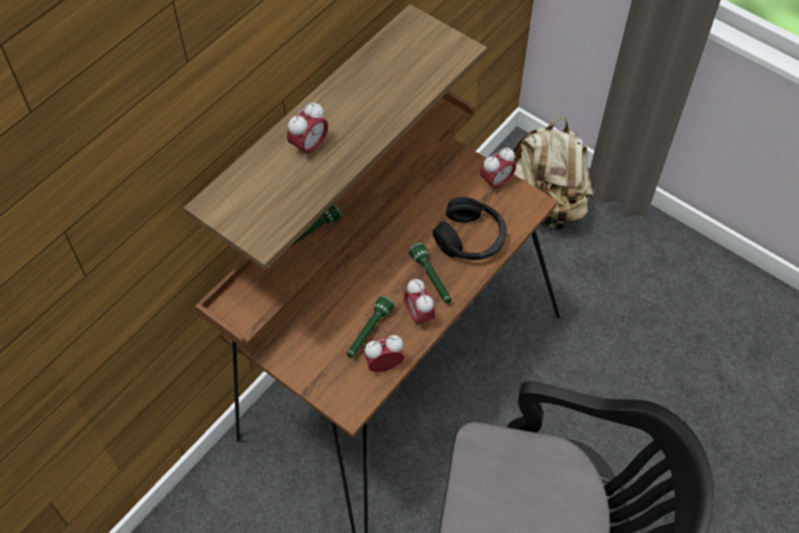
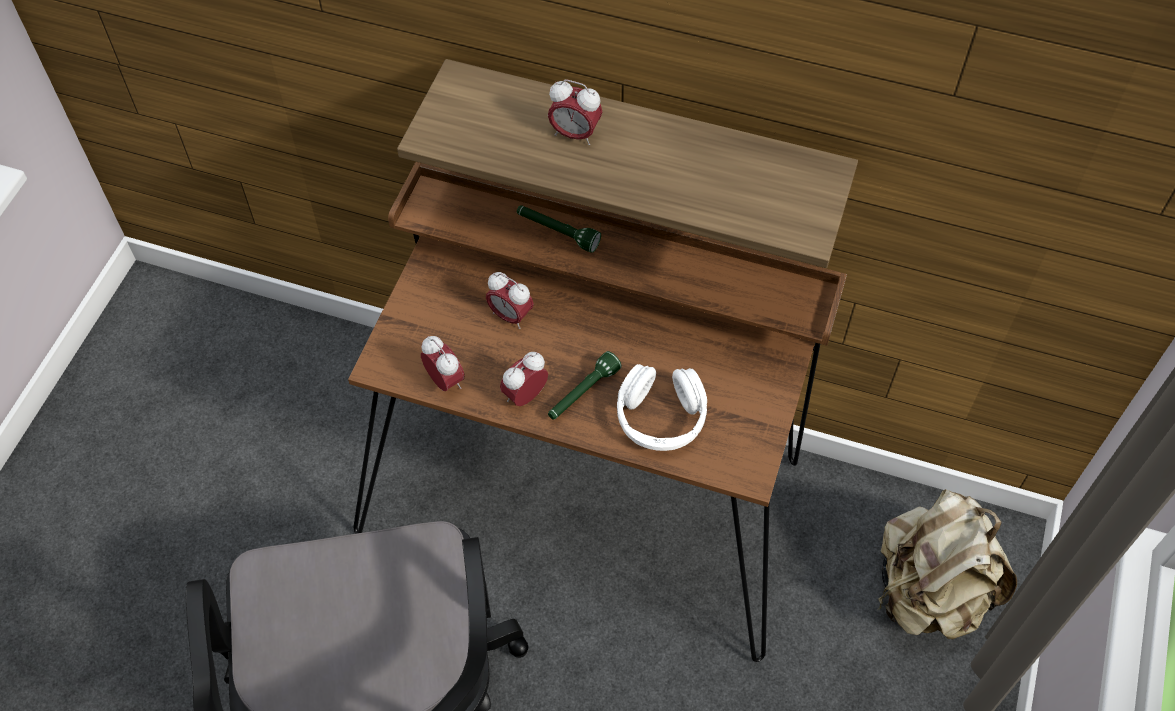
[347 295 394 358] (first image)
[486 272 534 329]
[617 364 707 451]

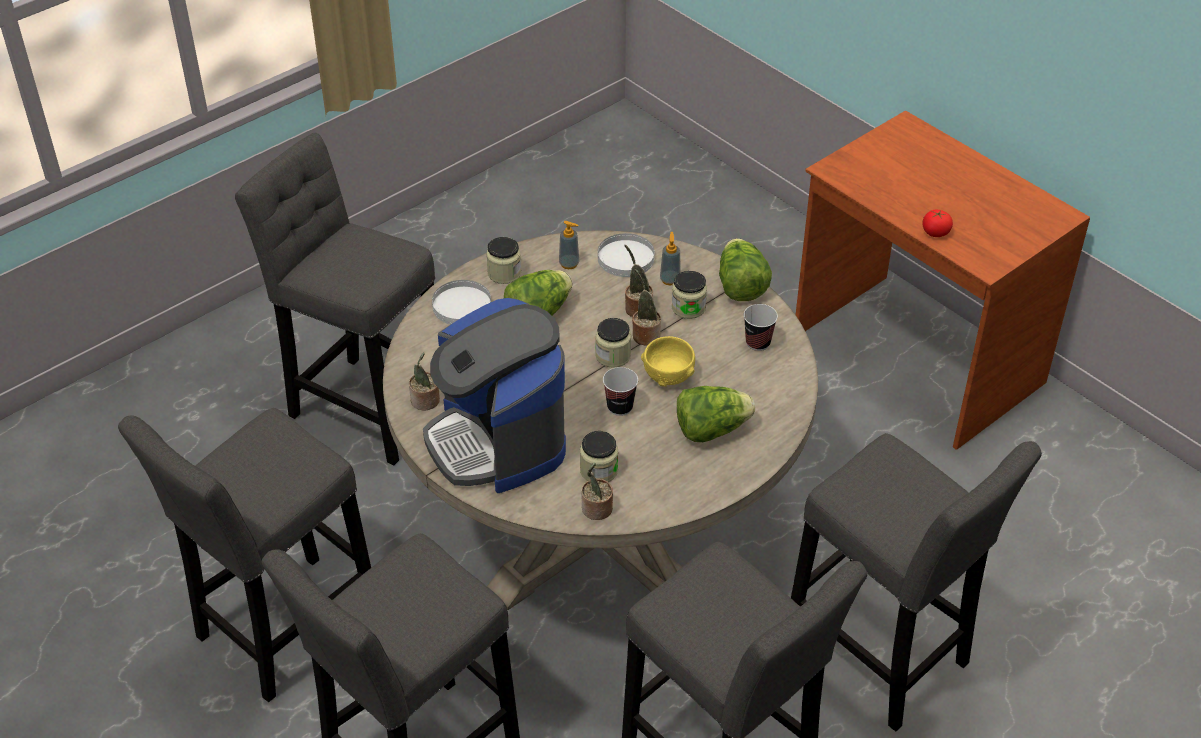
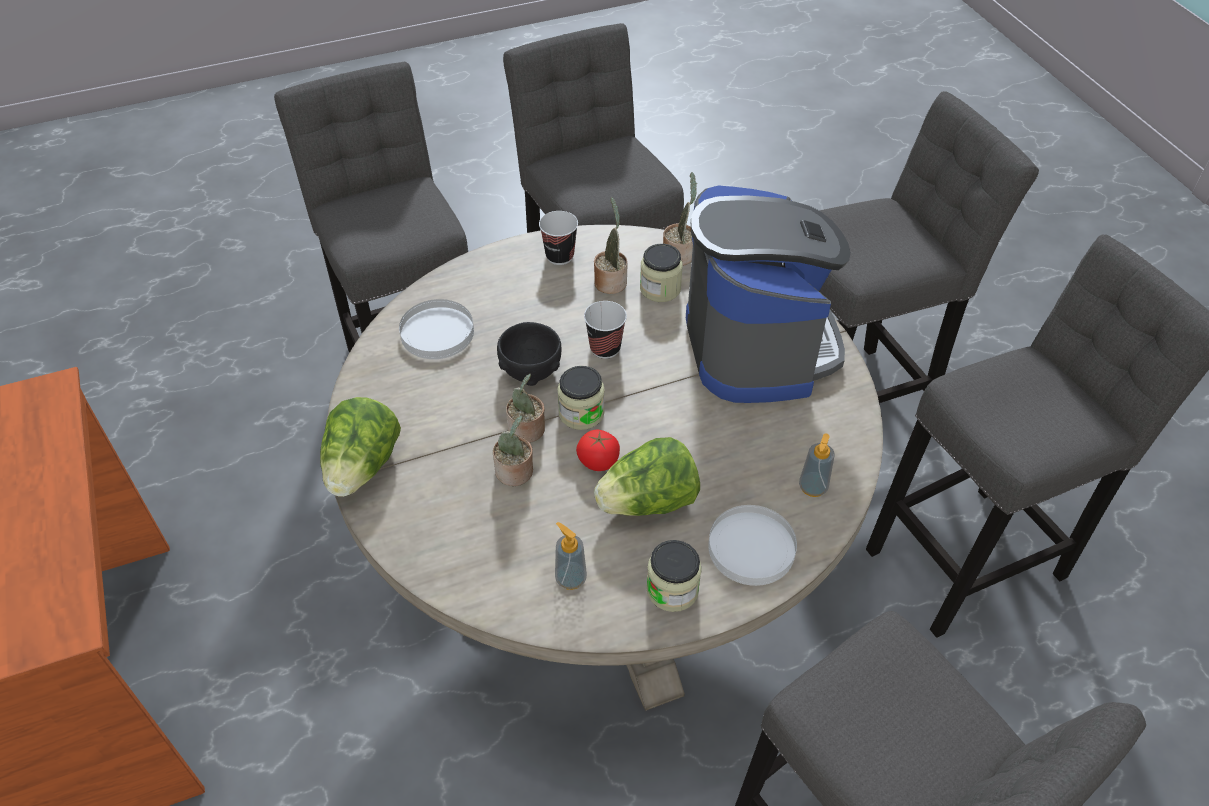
[672 271 707 319] (first image)
[677 386 755 442] (first image)
[594 197 628 294]
[399 299 474 359]
[799 434 835 497]
[539 211 578 265]
[576 430 620 471]
[497 322 561 386]

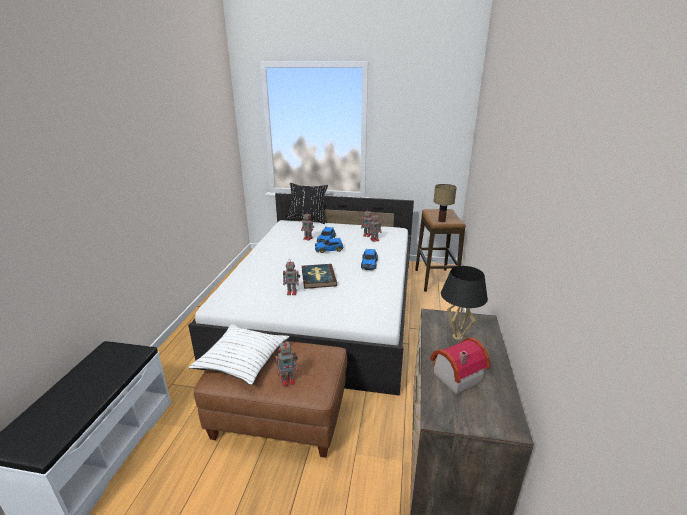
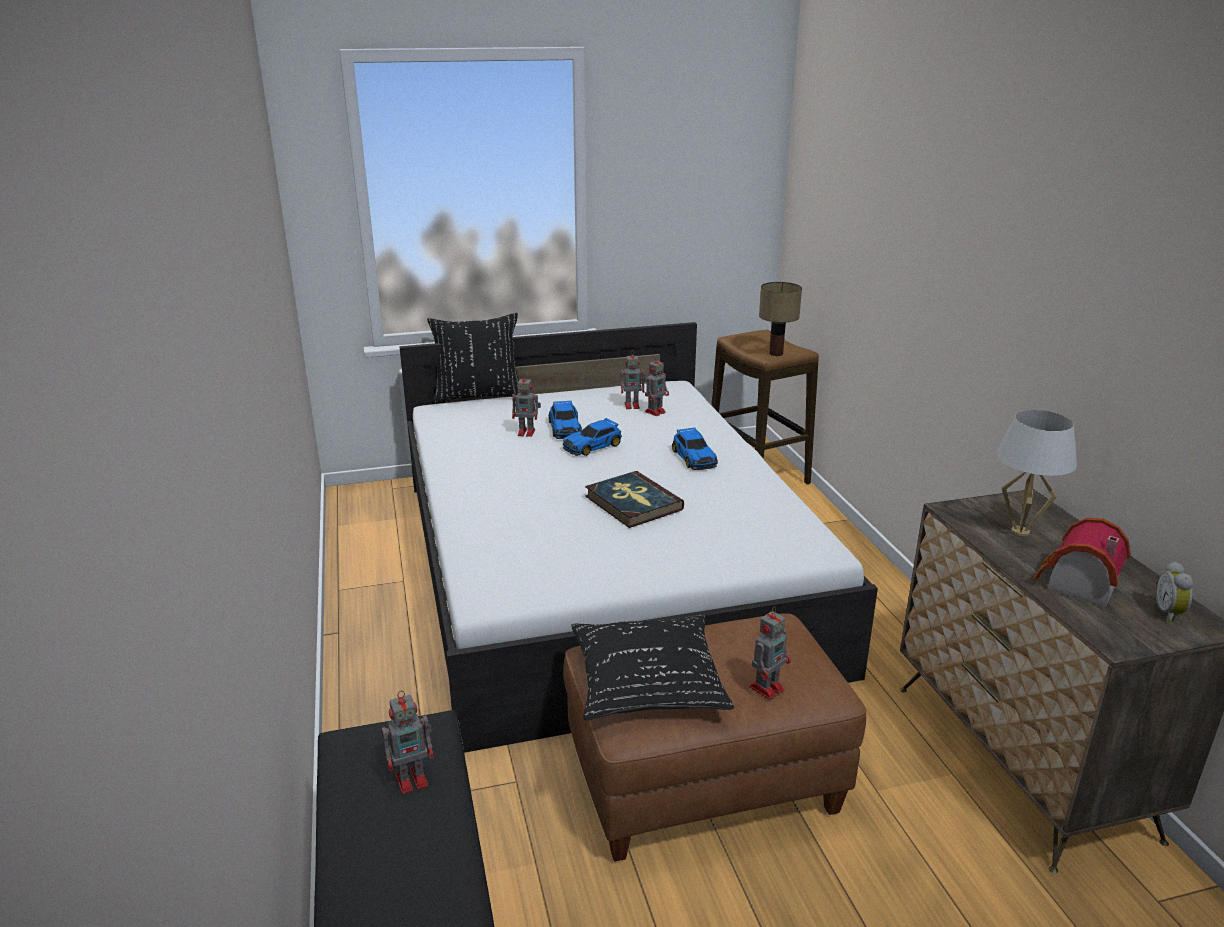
[1155 561 1193 623]
[382 690 434 794]
[571 614 734 720]
[996 410 1077 536]

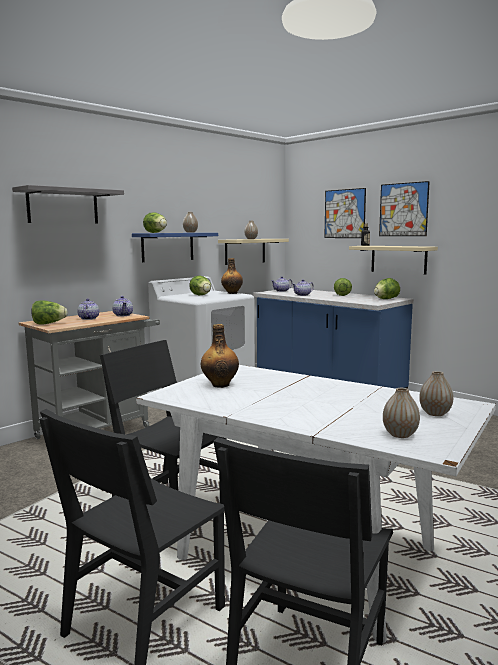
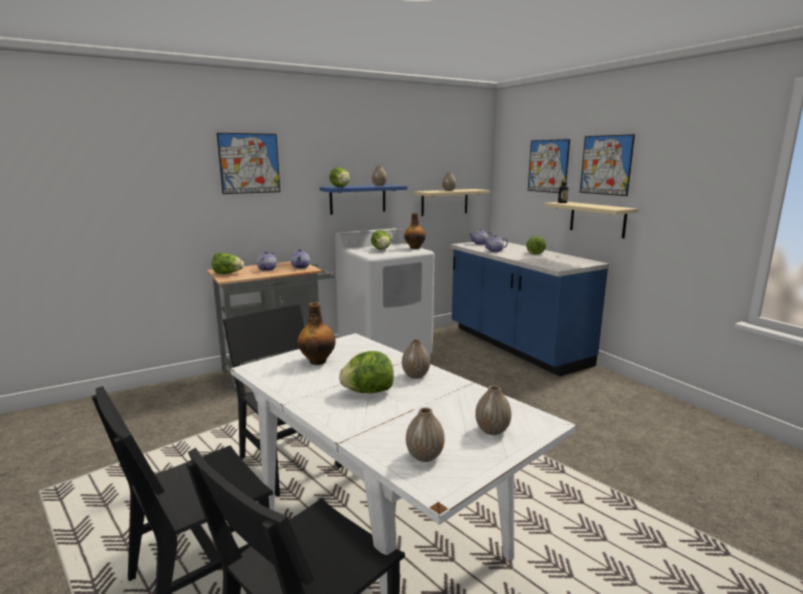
[402 339 430 379]
[339 351 394 393]
[217 133 280 194]

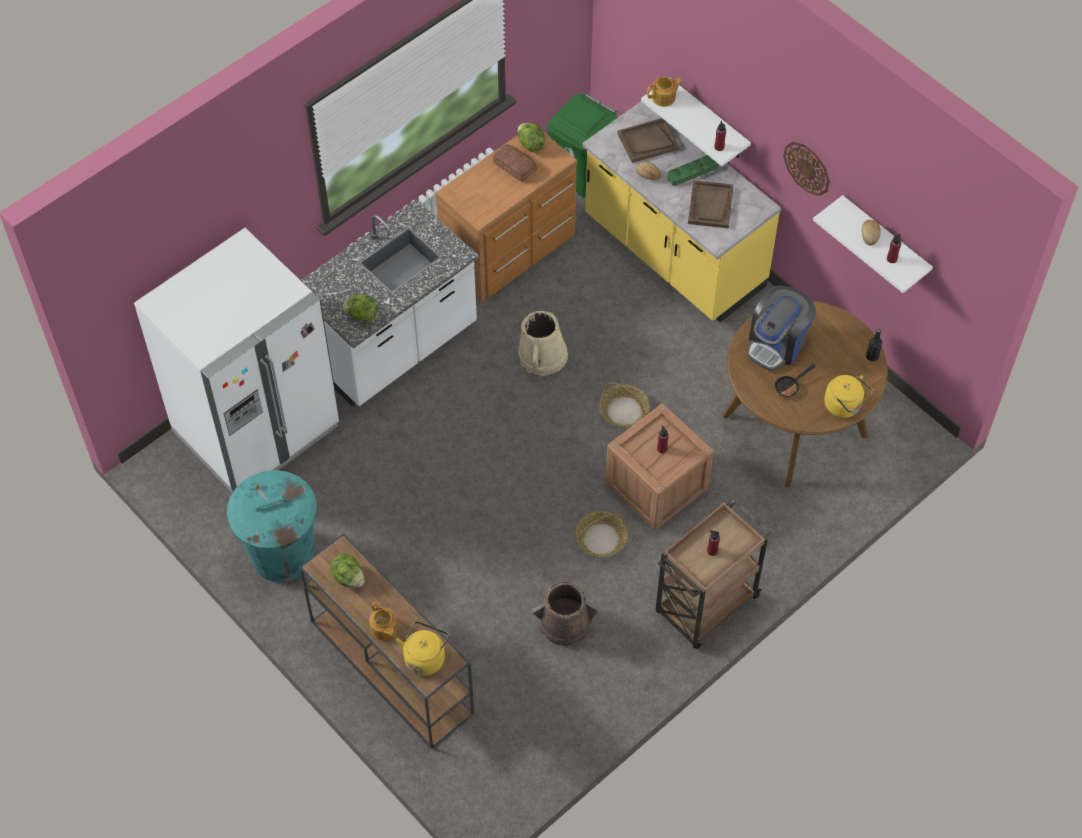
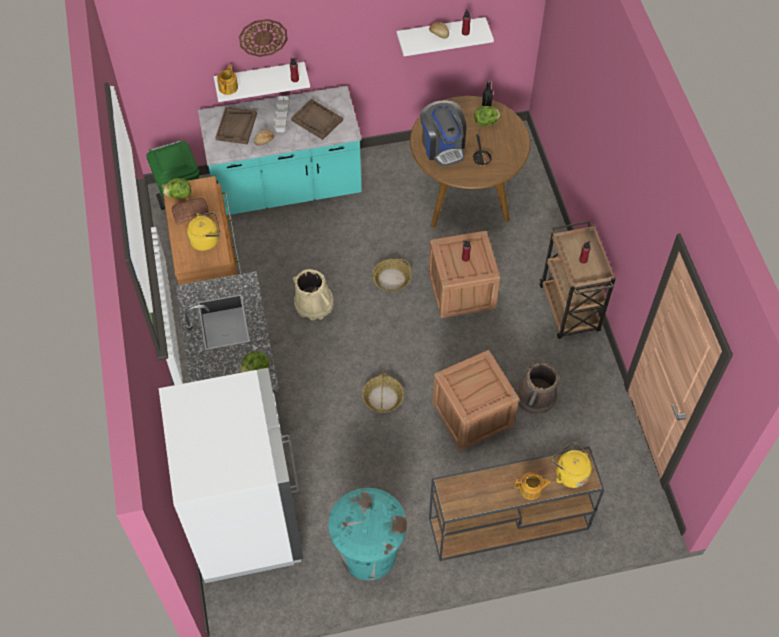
[432 350 519 451]
[474 106 501 126]
[362 371 404 413]
[239 19 288 57]
[187 212 220 251]
[198 86 362 215]
[274 96 289 132]

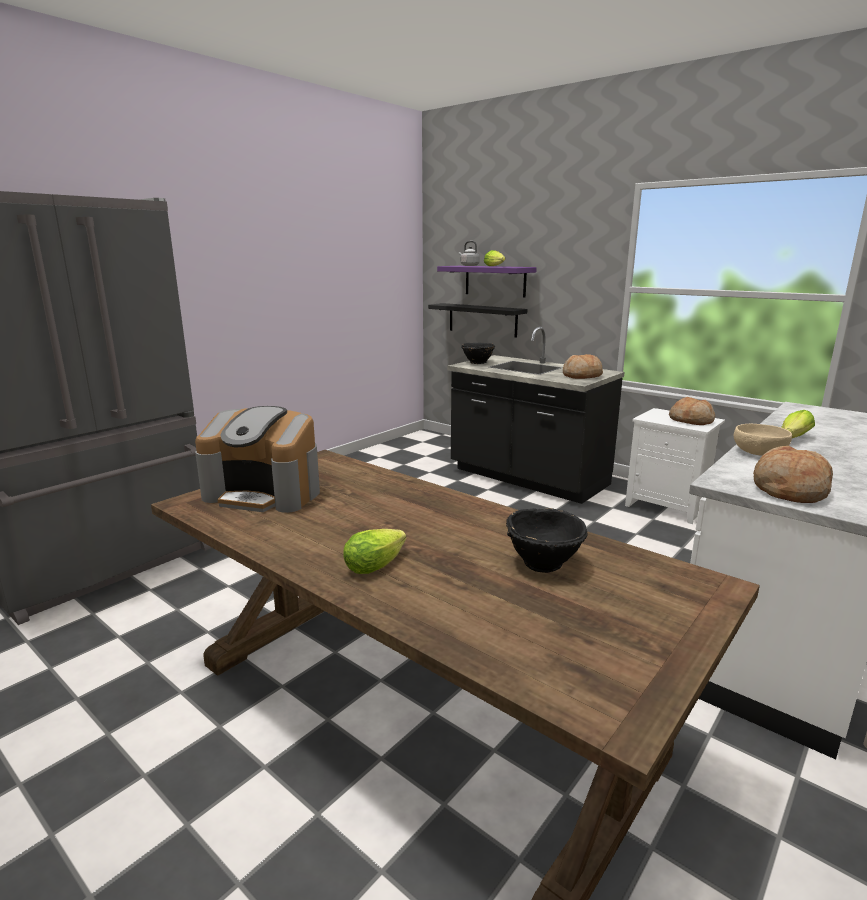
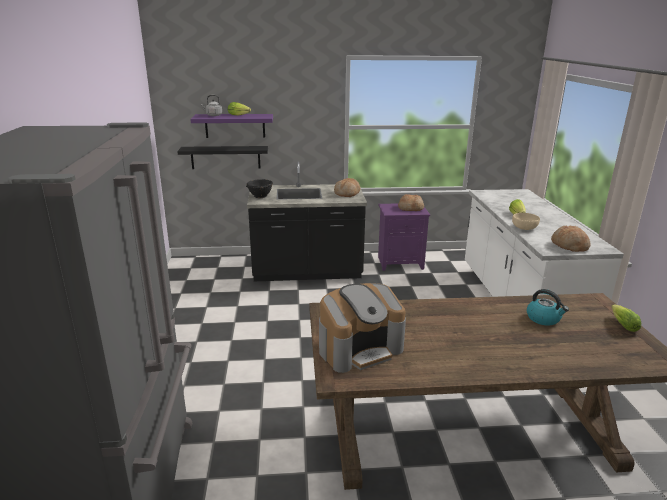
[611 305 641 332]
[527 289 569 326]
[378 204 430 271]

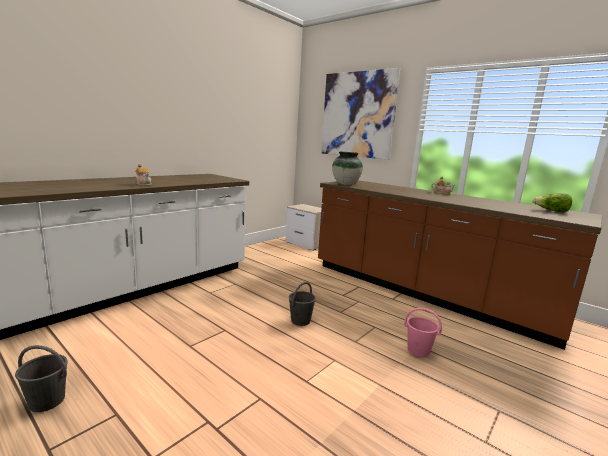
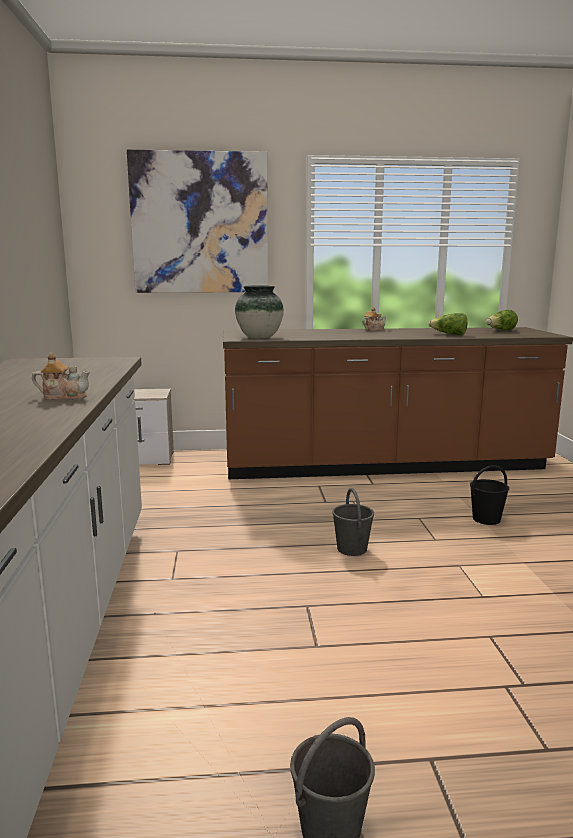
[428 313 467 335]
[470 465 509 525]

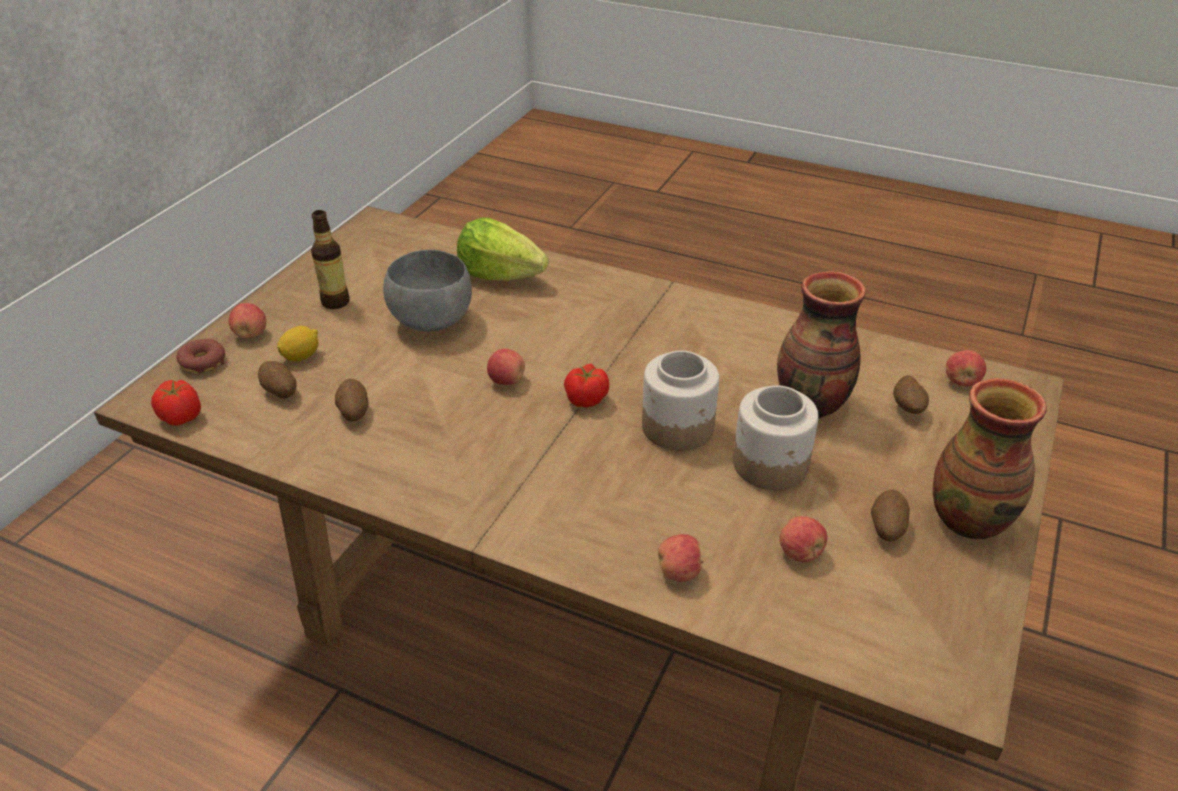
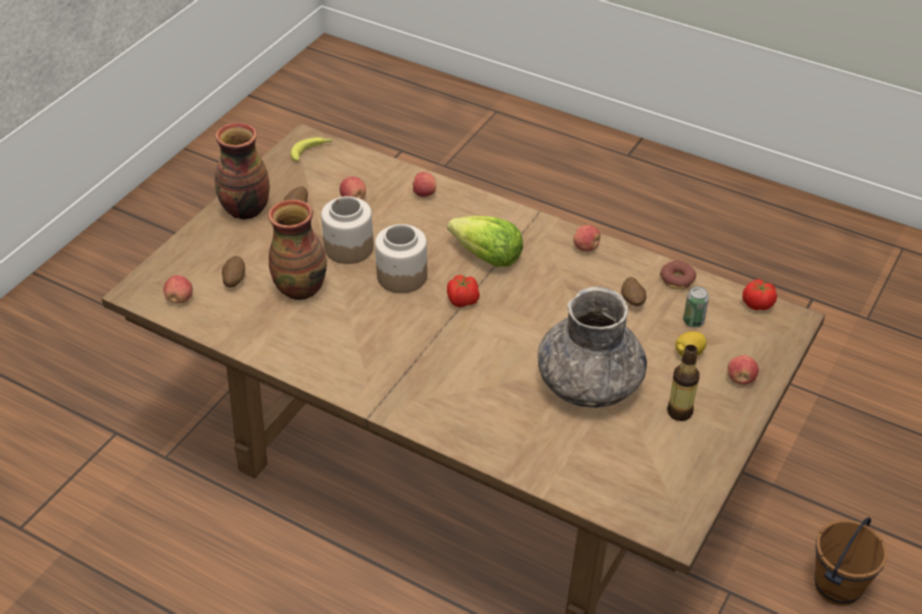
[291 137 333 162]
[814 517 887 606]
[660 260 696 289]
[448 216 523 267]
[573 225 600 252]
[683 286 709 327]
[538 287 647 408]

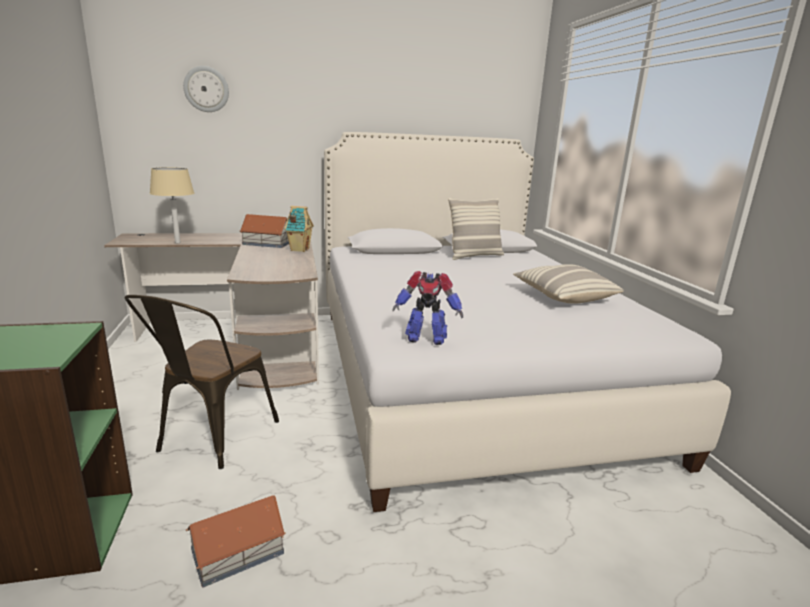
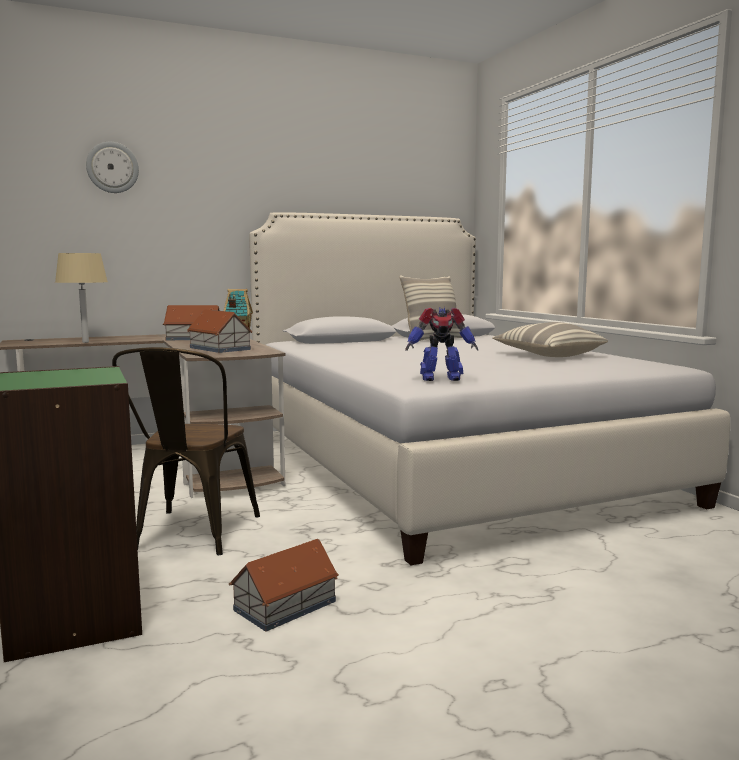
[188 310 252 353]

